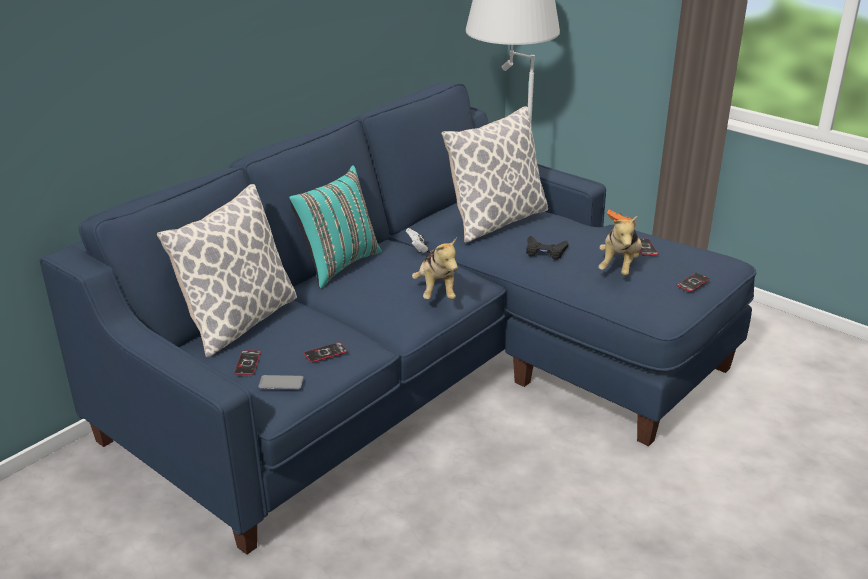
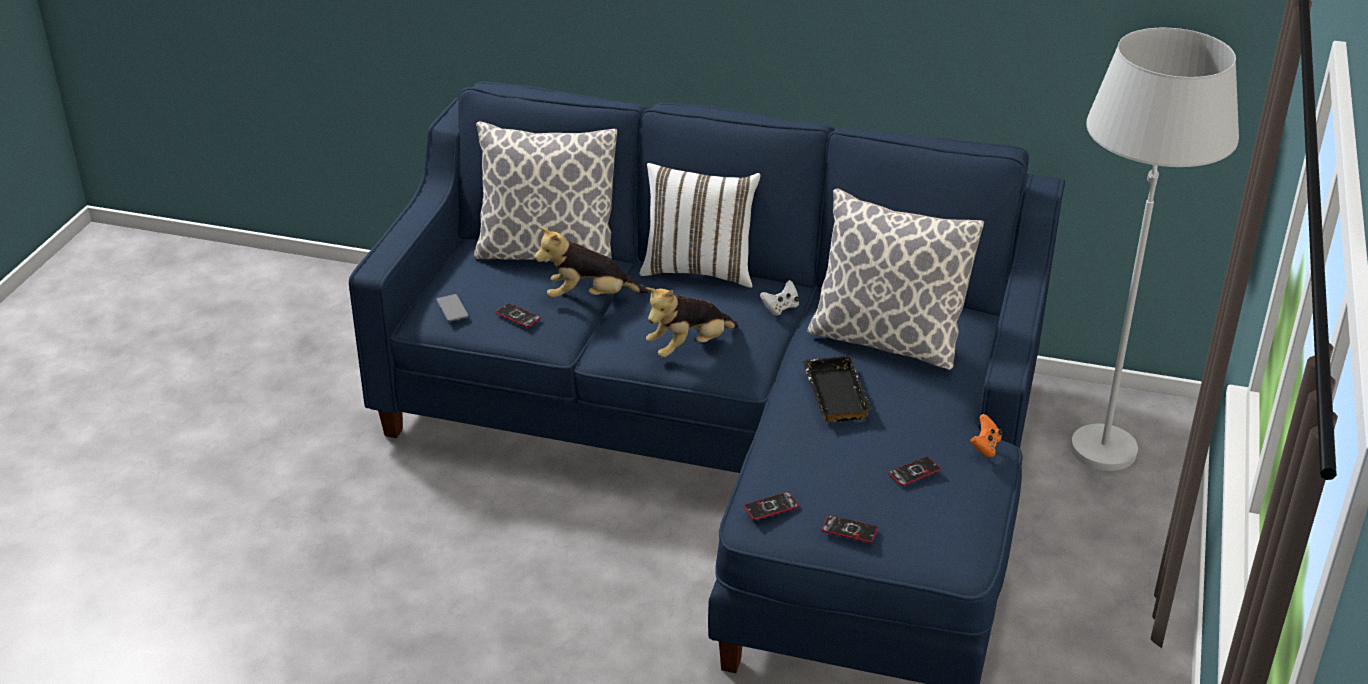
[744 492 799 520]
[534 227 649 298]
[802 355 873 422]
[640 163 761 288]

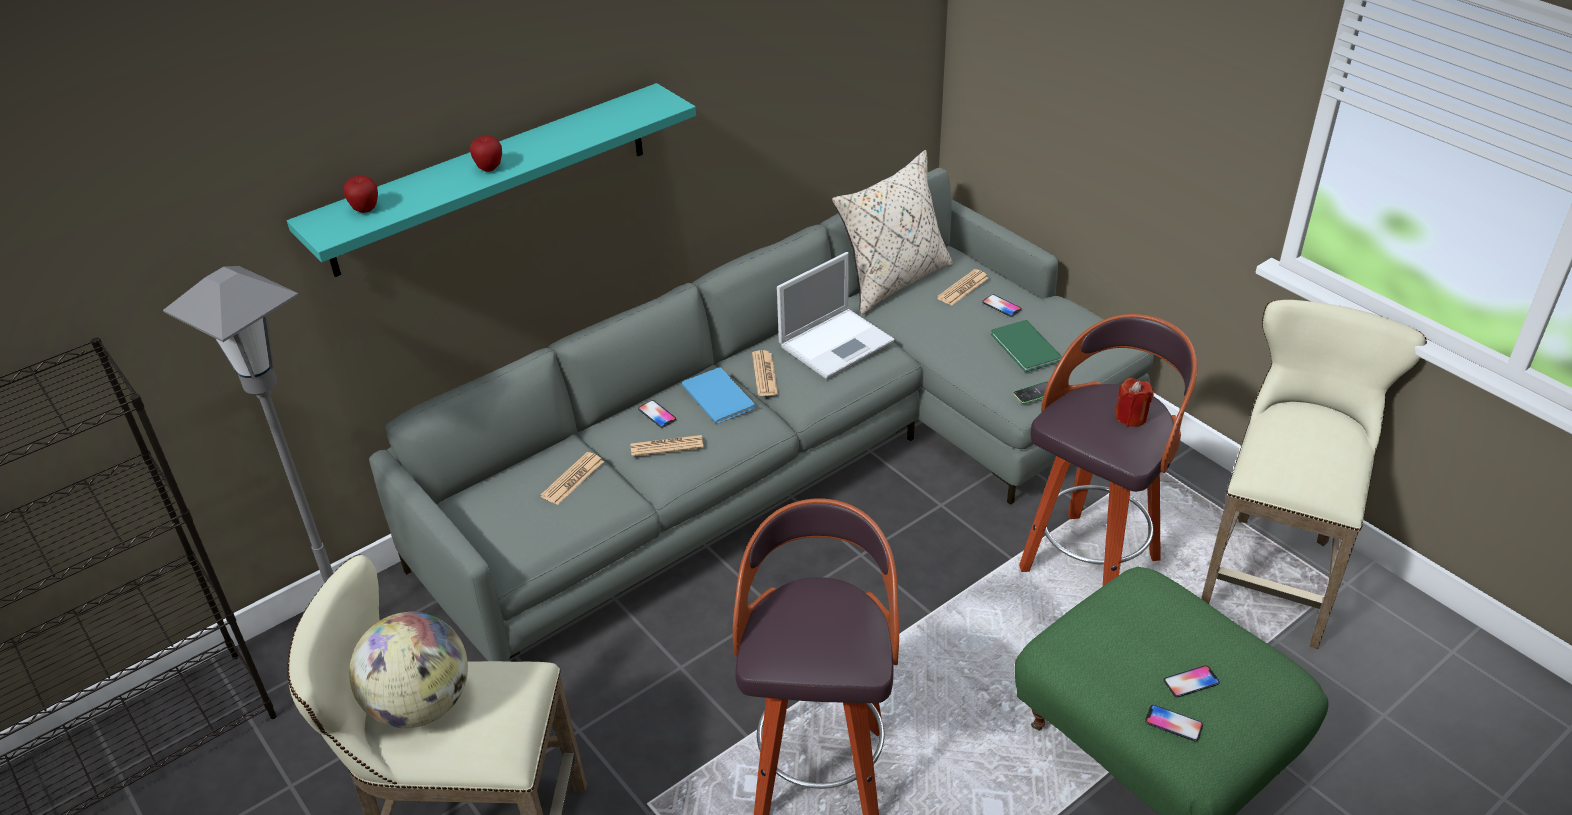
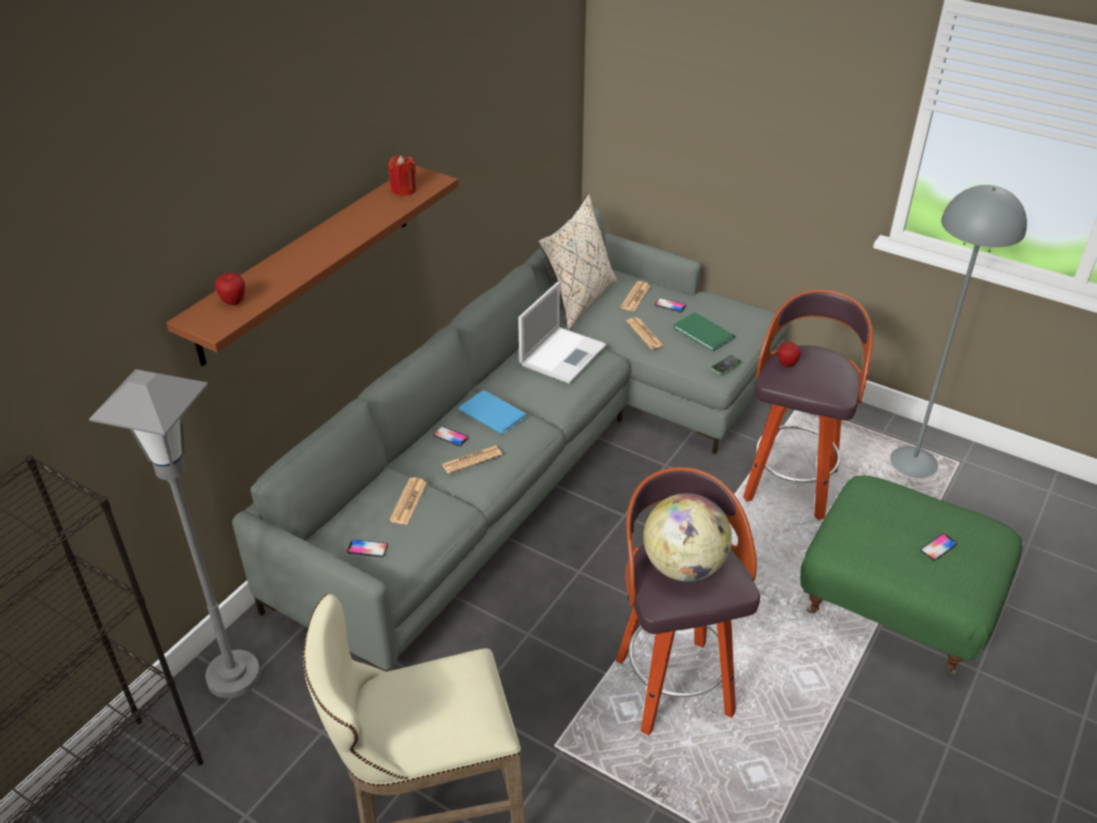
[643 493 732 582]
[778 342 801 367]
[626 317 664 349]
[388 155 416 196]
[347 539 388 557]
[890 185 1027 478]
[166 166 458 366]

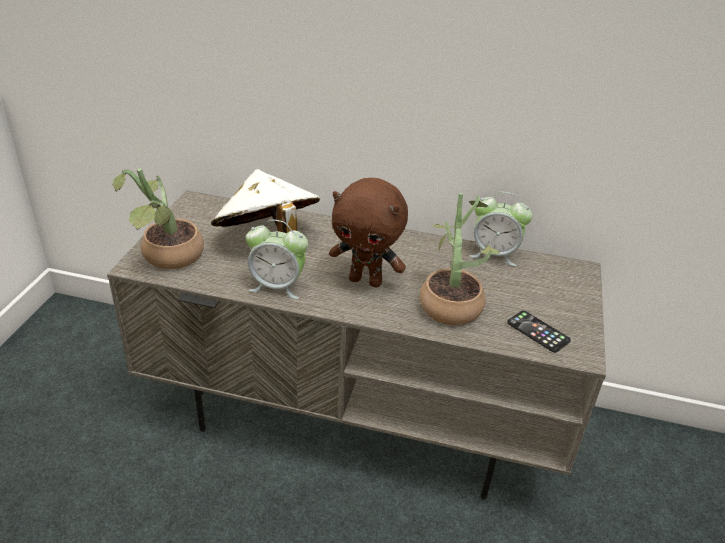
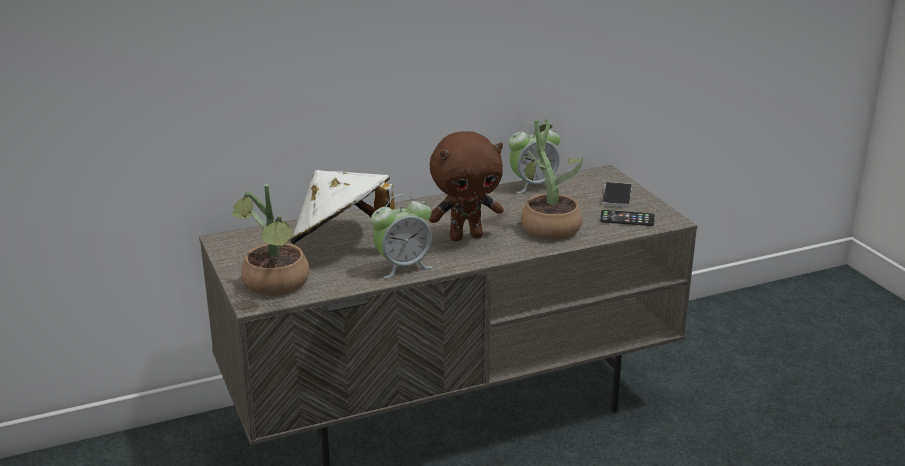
[602 182 632 207]

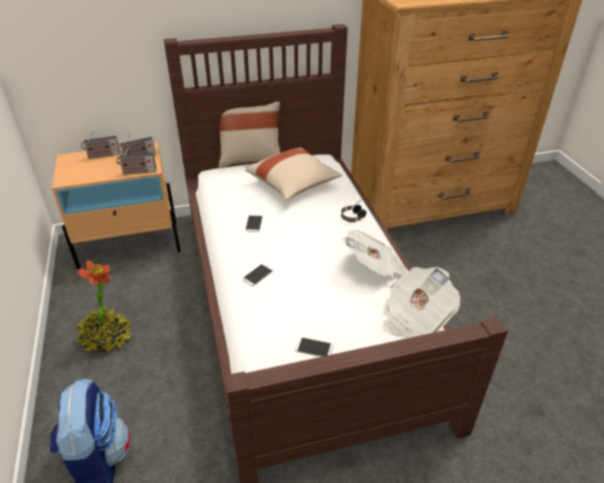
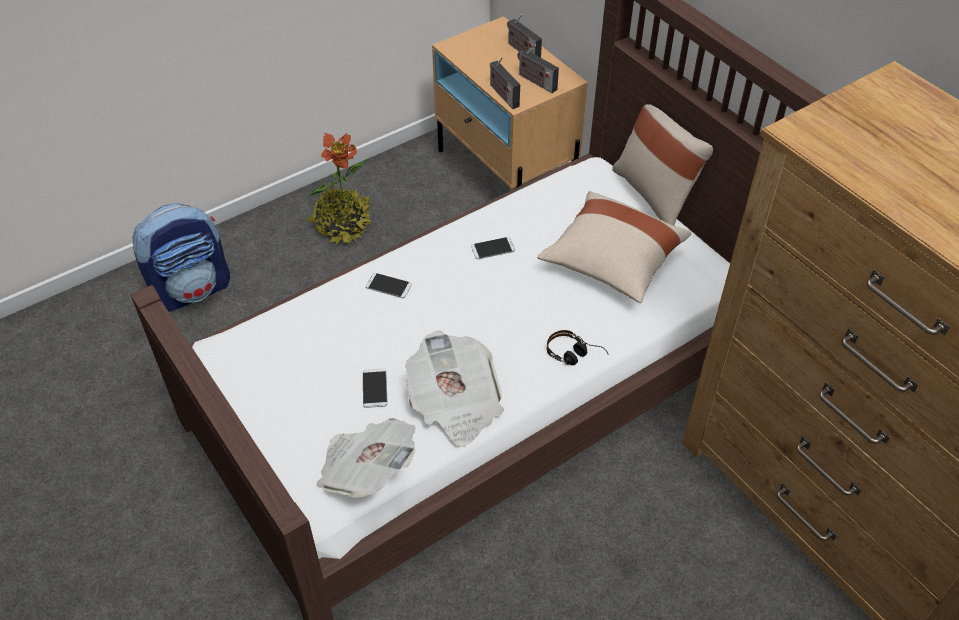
[363 369 387 408]

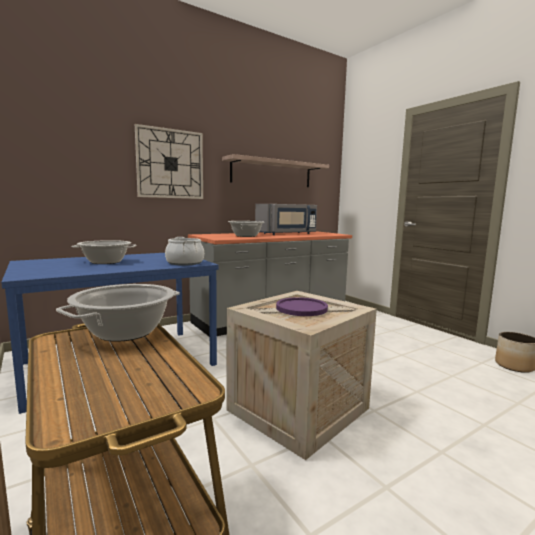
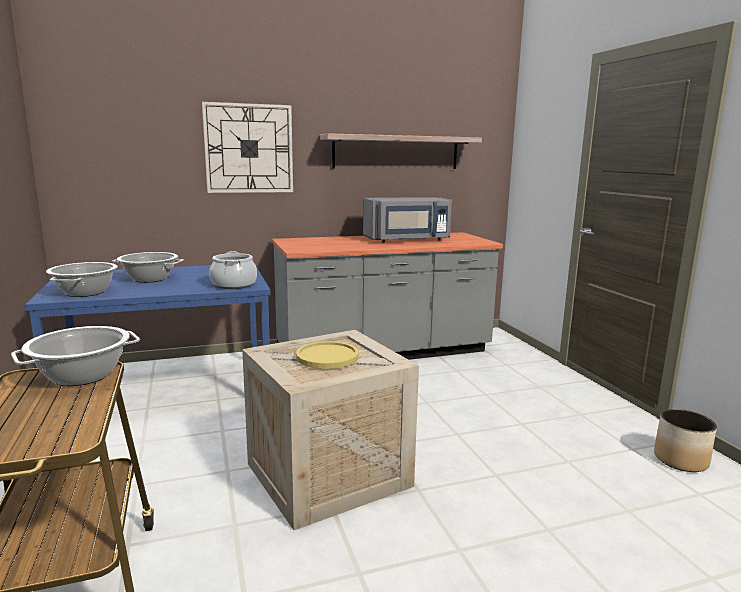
[46 262 118 297]
[296 341 359 369]

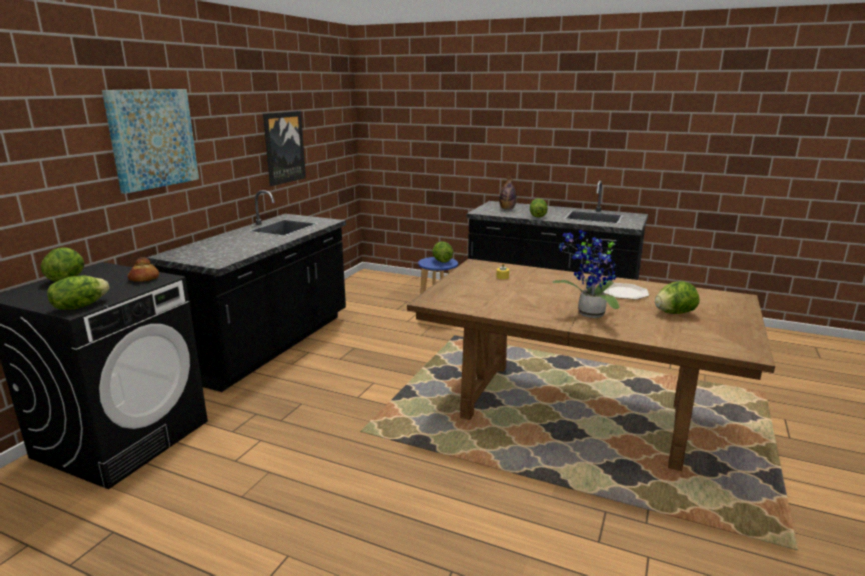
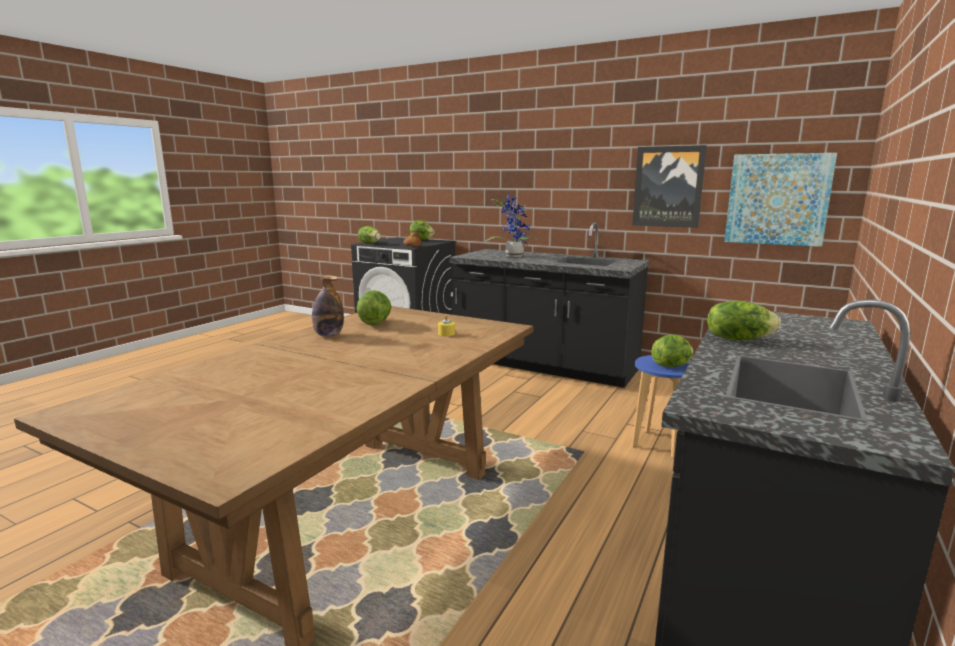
[604 283 649 300] (first image)
[724 153 837 247]
[312 275 344 337]
[485 196 539 257]
[357 290 392 326]

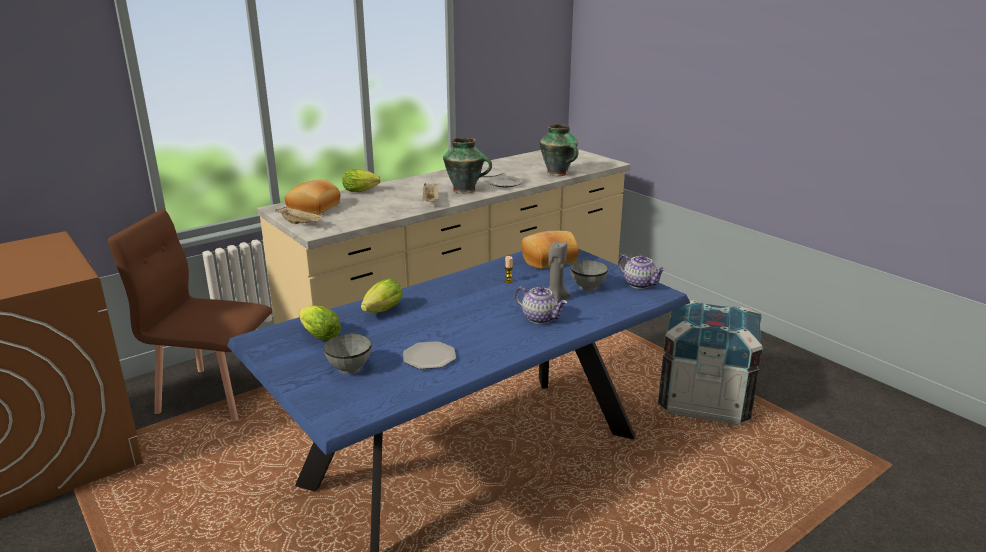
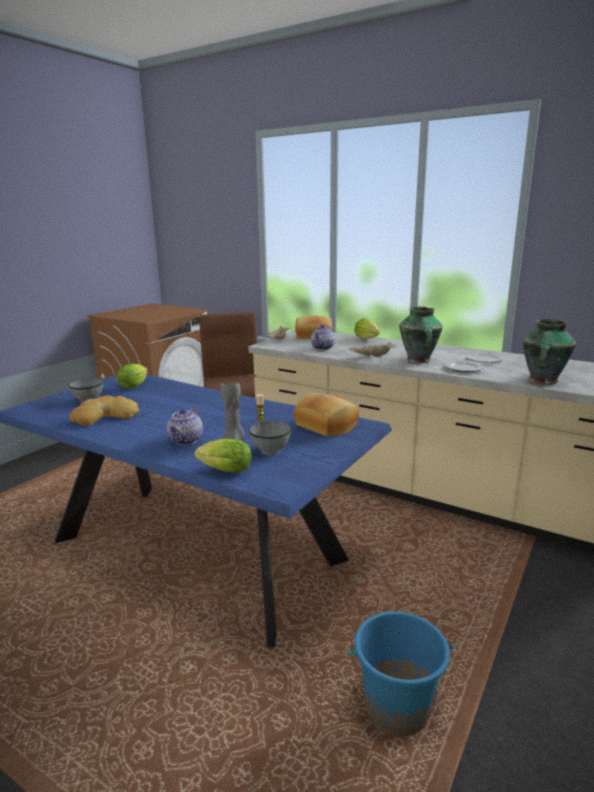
[195 438 252 473]
[311 325 335 350]
[69 395 139 426]
[348 612 454 736]

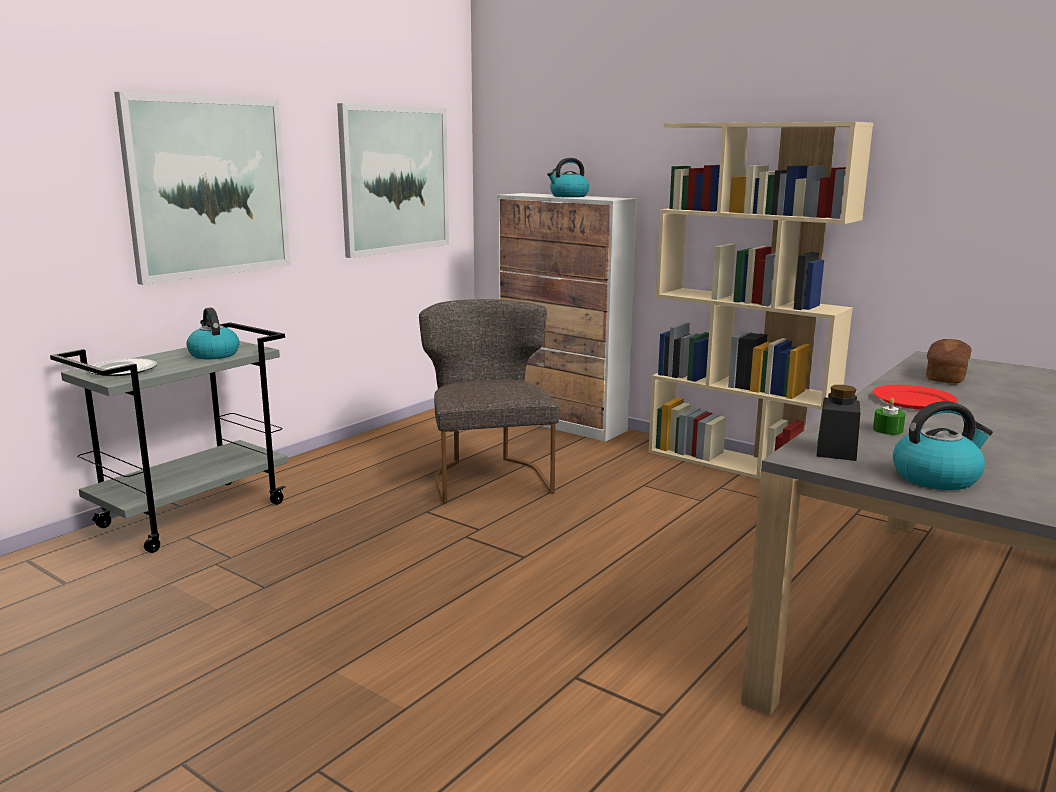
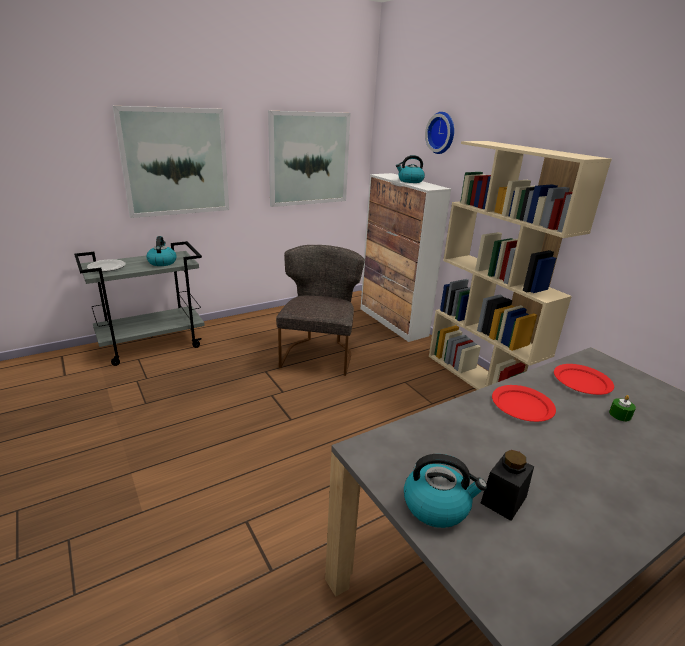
[425 112 454 154]
[481 450 534 521]
[609 395 636 421]
[554 364 614 395]

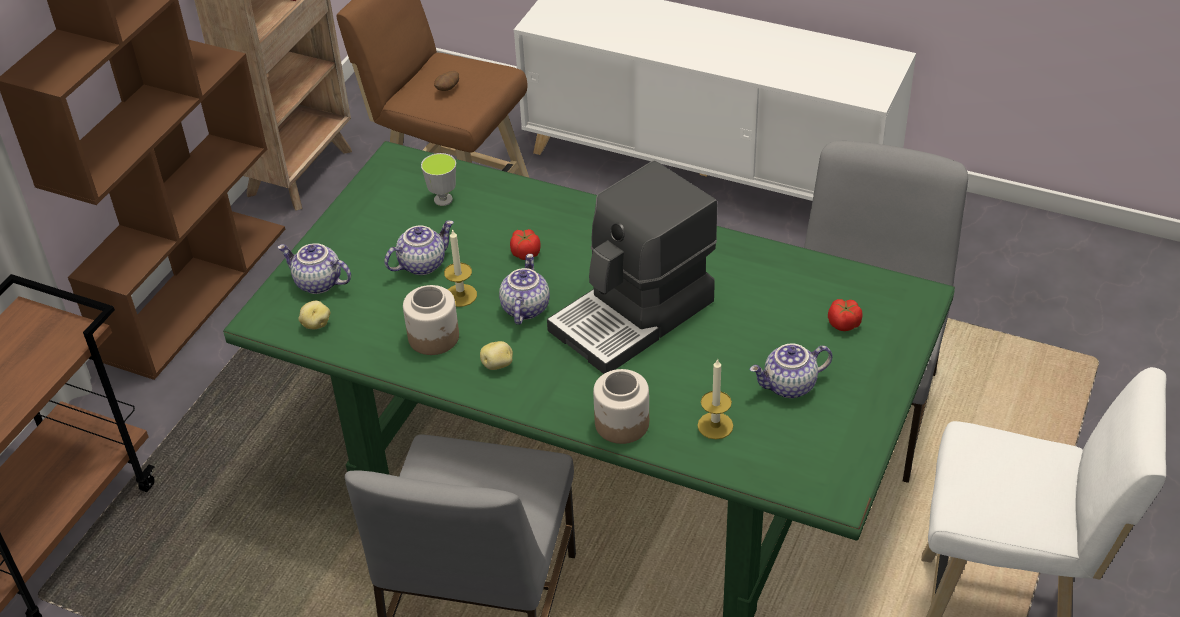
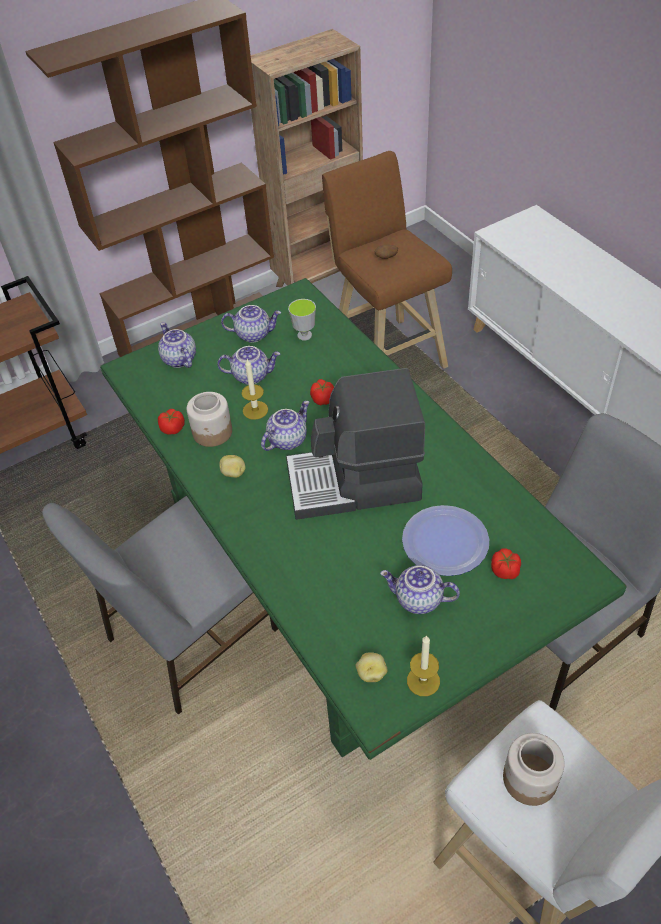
[158 409 185 434]
[221 305 281 343]
[402 505 489 576]
[356 652 388 682]
[503 733 565 806]
[407 635 440 696]

